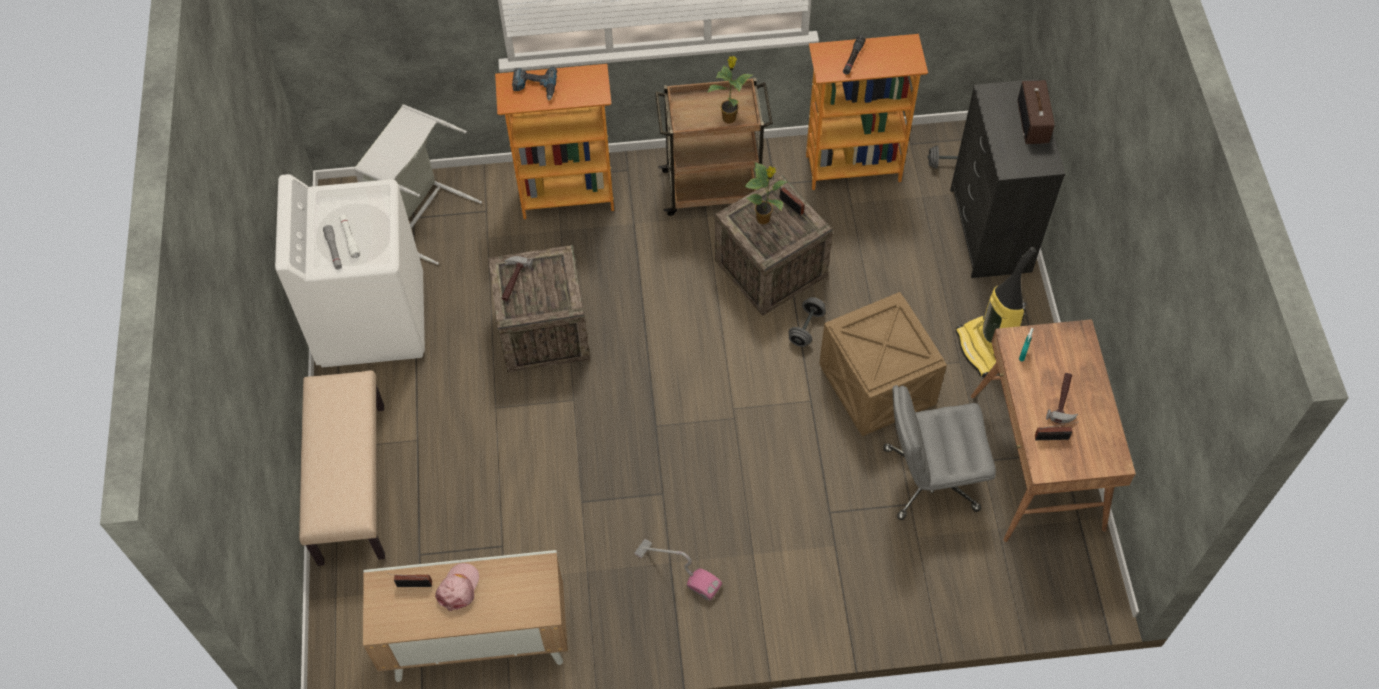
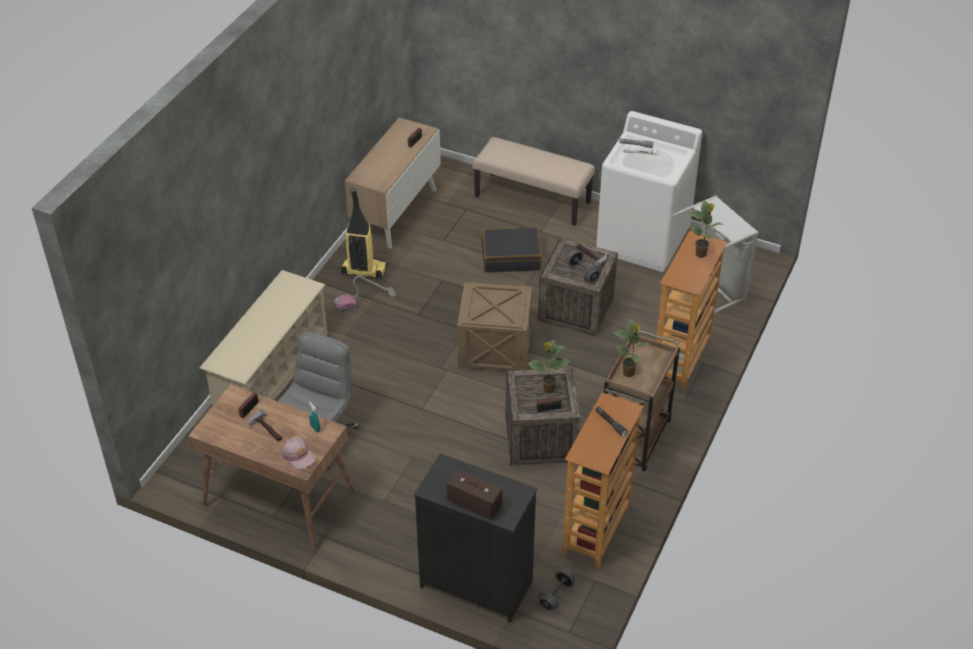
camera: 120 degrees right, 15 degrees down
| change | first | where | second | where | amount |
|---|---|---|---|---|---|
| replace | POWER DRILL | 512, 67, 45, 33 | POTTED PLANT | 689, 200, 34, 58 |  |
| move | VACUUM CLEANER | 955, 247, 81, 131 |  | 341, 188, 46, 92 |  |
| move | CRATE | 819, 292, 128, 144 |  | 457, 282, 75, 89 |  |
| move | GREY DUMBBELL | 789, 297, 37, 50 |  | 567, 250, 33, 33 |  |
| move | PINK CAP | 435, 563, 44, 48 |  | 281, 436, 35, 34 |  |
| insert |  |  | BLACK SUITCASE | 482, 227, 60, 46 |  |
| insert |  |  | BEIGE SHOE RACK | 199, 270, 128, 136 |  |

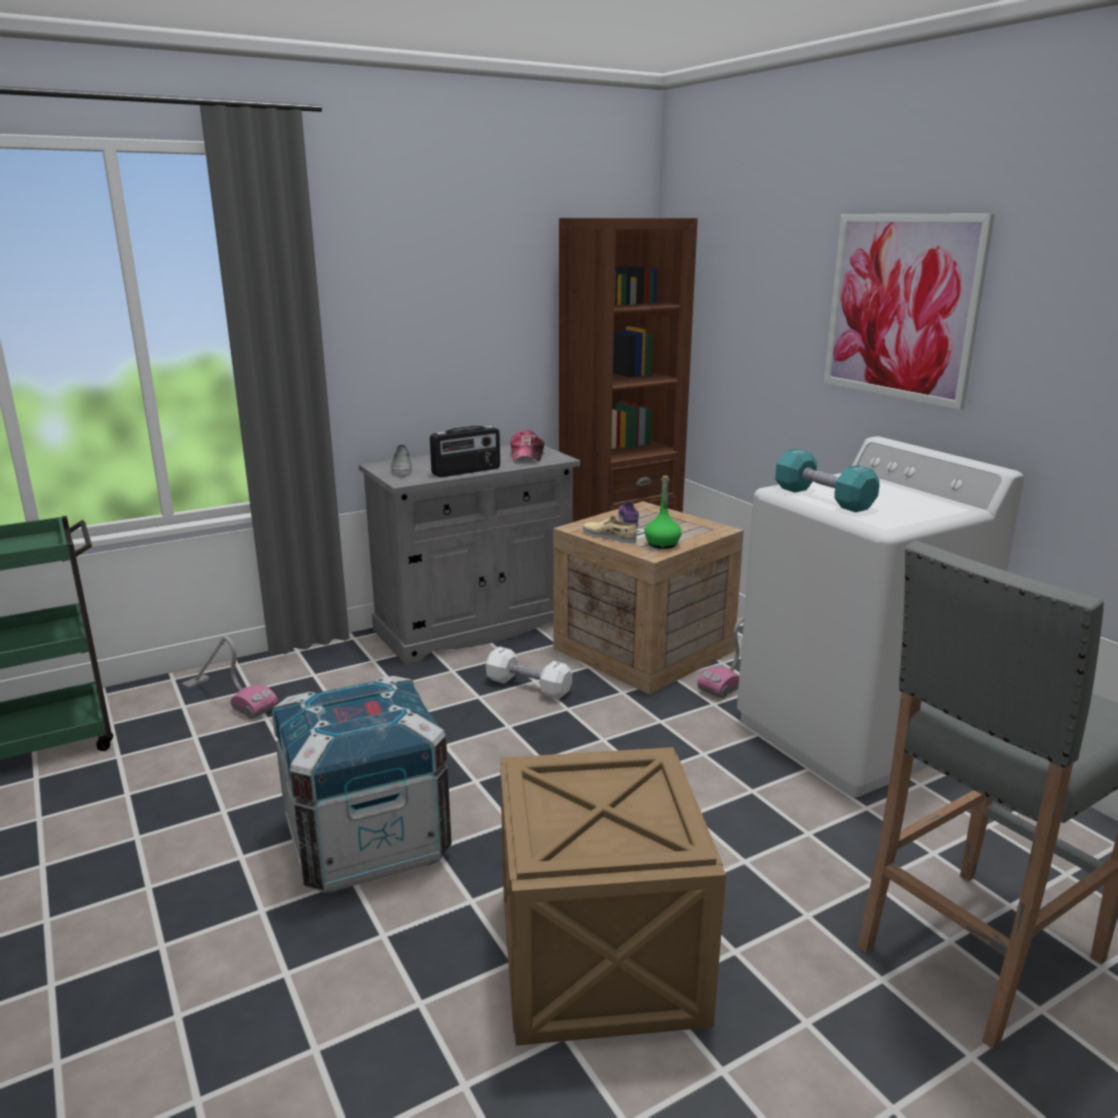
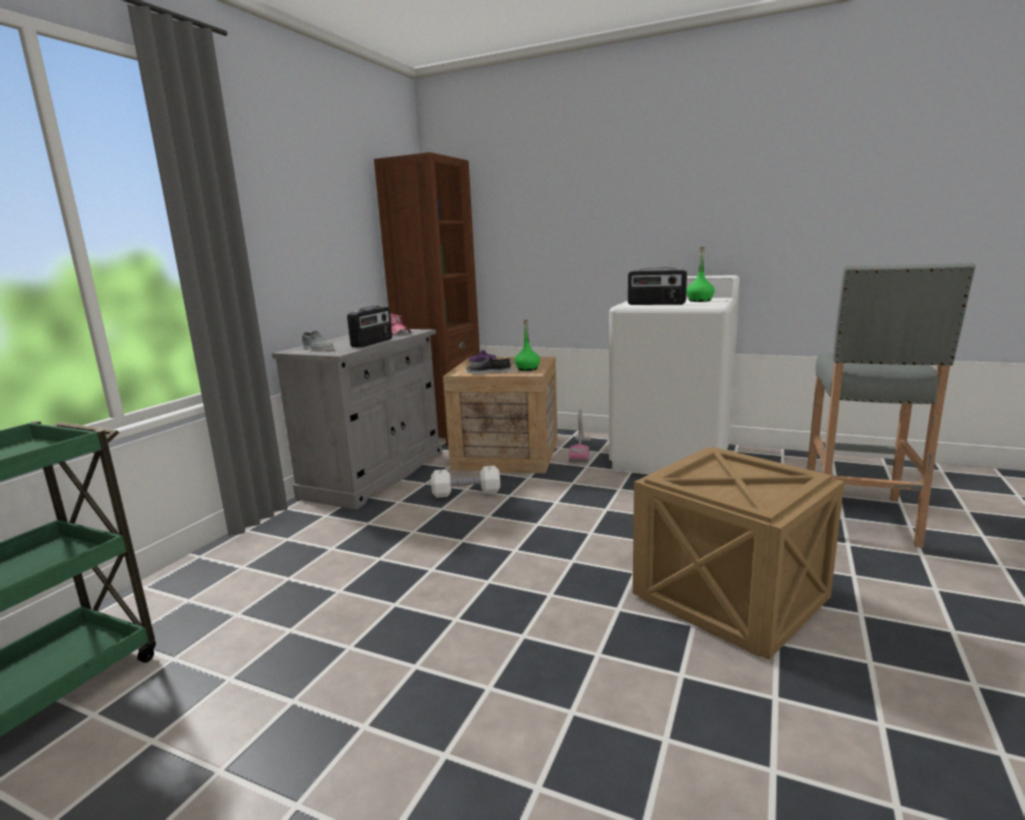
camera: 35 degrees left, 5 degrees down
| change | first | where | second | where | amount |
|---|---|---|---|---|---|
| delete | PICTURE | 824, 213, 171, 197 |  |  |  |
| replace | TURQUOISE DUMBBELL | 775, 449, 105, 63 | RADIO | 628, 268, 59, 37 |  |
| recolor | BEIGE SHOE | 583, 516, 54, 27 | BLACK SHOE | 466, 356, 45, 18 |  |
| delete | VACUUM CLEANER | 182, 636, 96, 83 |  |  |  |
| delete | CRATE | 272, 676, 180, 217 |  |  |  |
| insert |  |  | GREEN BOTTLE | 686, 247, 29, 55 |  |

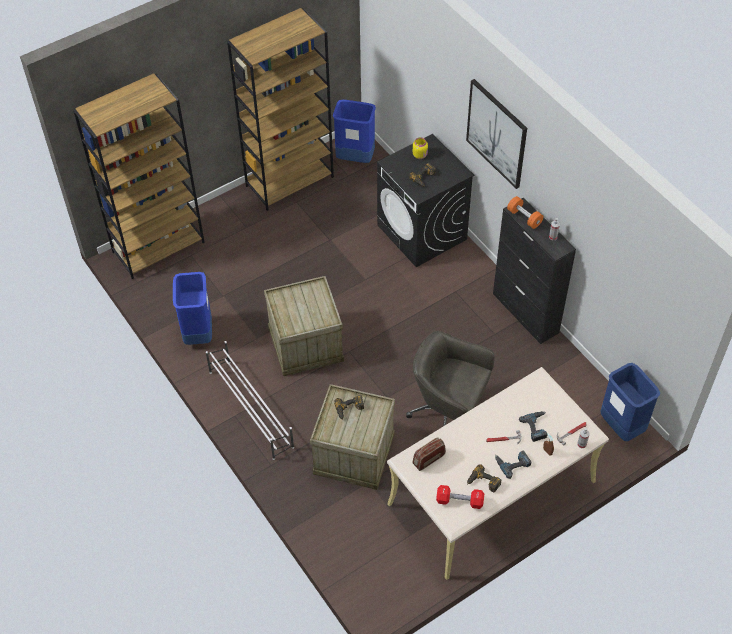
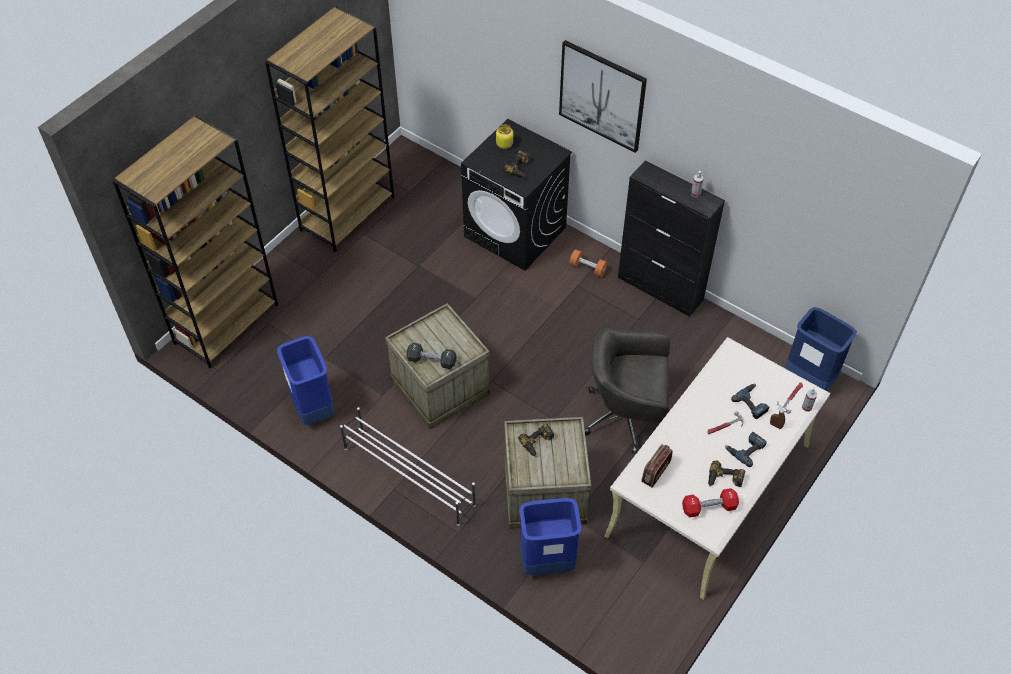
camera: 20 degrees left, 0 degrees up
| change | first | where | second | where | amount |
|---|---|---|---|---|---|
| move | BLUE TRASH CAN | 333, 100, 43, 63 |  | 519, 498, 63, 77 |  |
| move | ORANGE DUMBBELL | 507, 196, 36, 33 |  | 569, 249, 39, 28 |  |
| insert |  |  | BLACK DUMBBELL | 406, 343, 50, 26 |  |

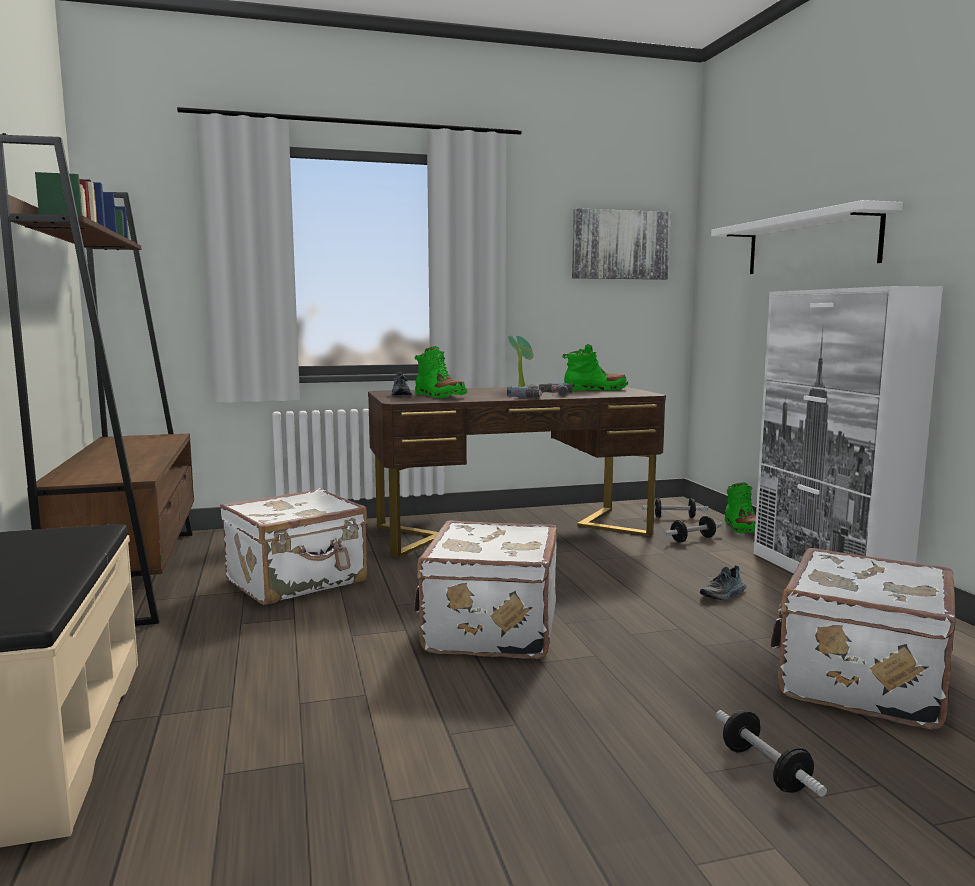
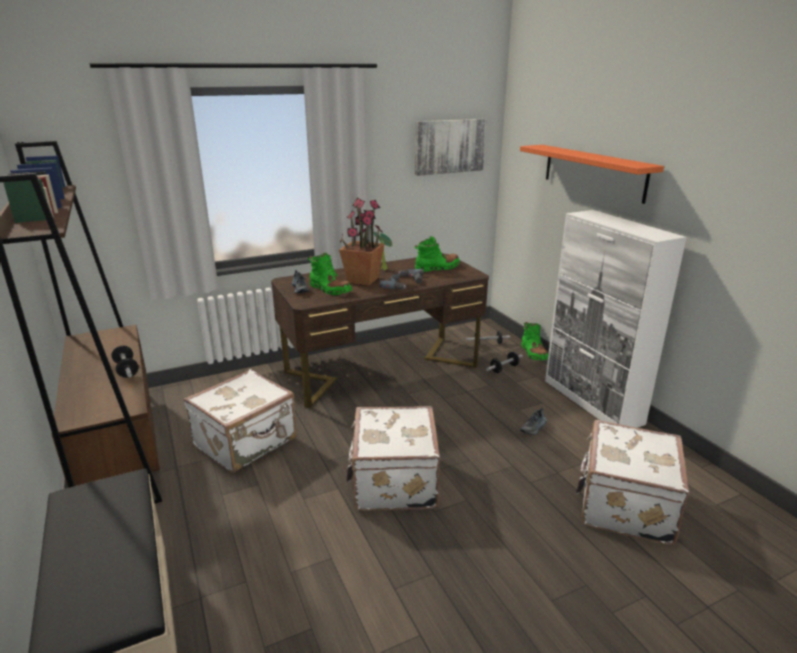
camera: 10 degrees left, 15 degrees up
| change | first | where | second | where | amount |
|---|---|---|---|---|---|
| recolor | WHITE SHELF | 711, 200, 192, 74 | ORANGE SHELF | 520, 145, 144, 59 |  |
| move | DUMBBELL | 716, 710, 111, 87 |  | 111, 346, 27, 32 |  |
| insert |  |  | POTTED PLANT | 339, 198, 45, 88 |  |

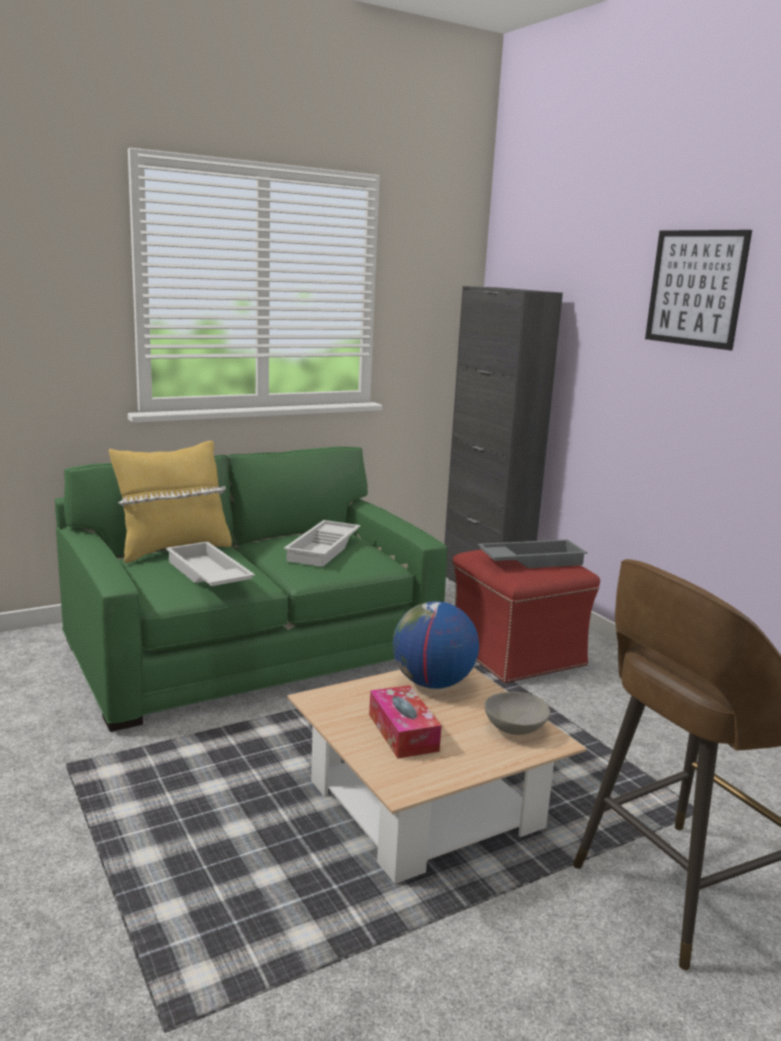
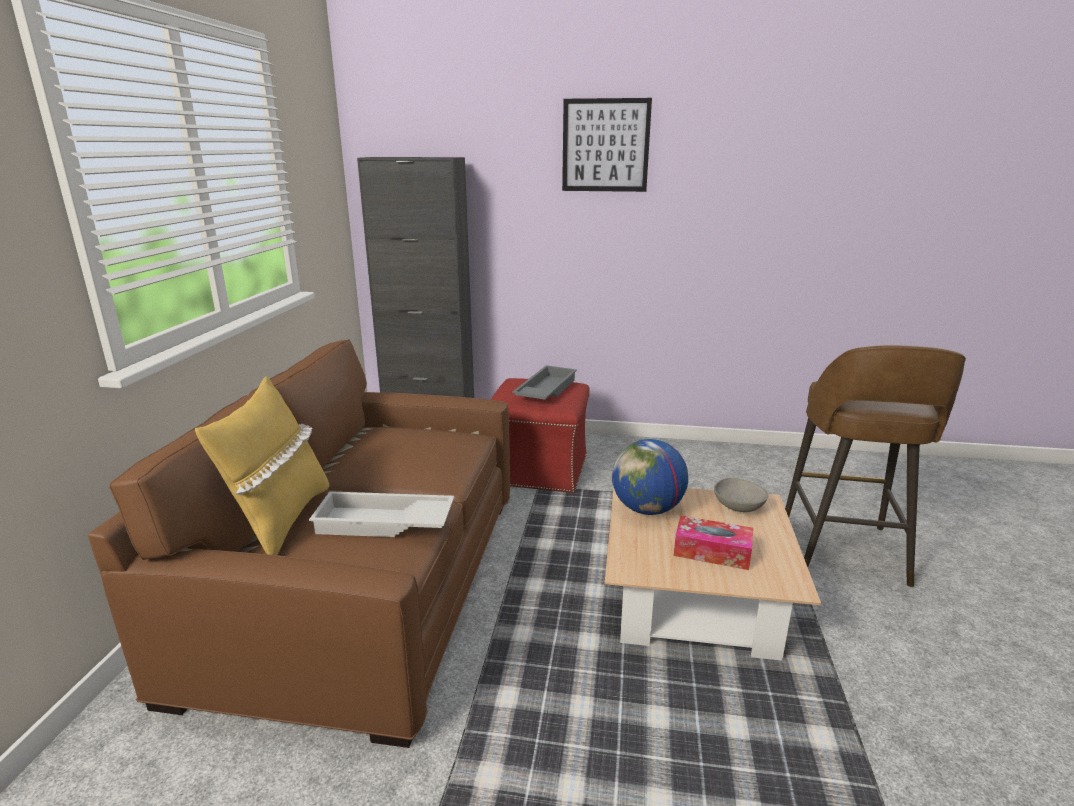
camera: 50 degrees left, 5 degrees up
| change | first | where | second | where | amount |
|---|---|---|---|---|---|
| recolor | GREEN SOFA | 55, 447, 392, 285 | BROWN SOFA | 88, 339, 422, 409 |  |
| delete | WHITE TRAY | 284, 520, 76, 47 |  |  |  |

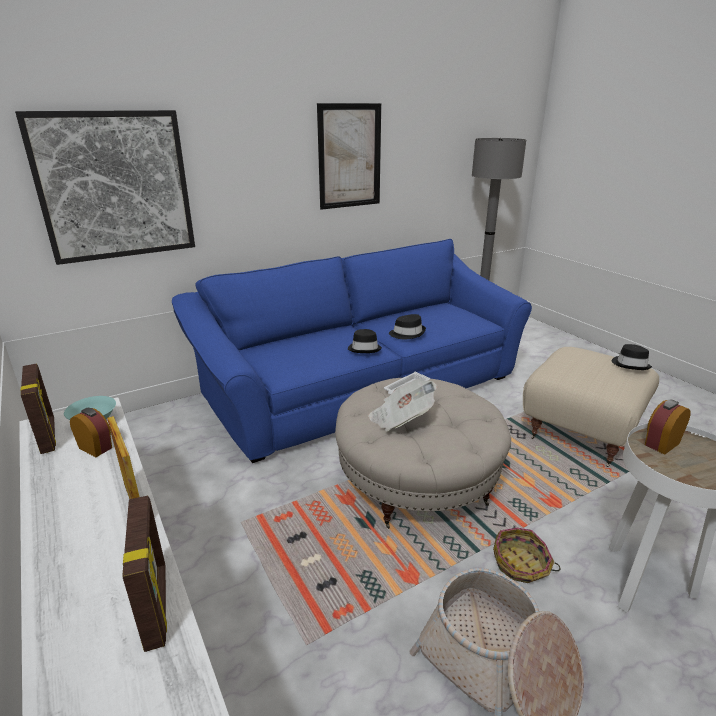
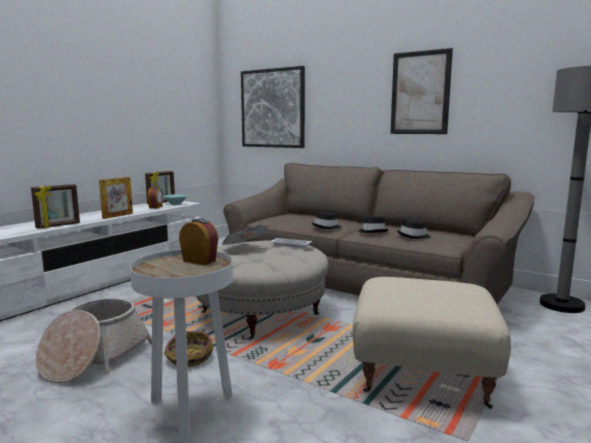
camera: 65 degrees right, 15 degrees down
| change | first | where | second | where | amount |
|---|---|---|---|---|---|
| recolor | BLUE SOFA | 172, 239, 360, 224 | BROWN SOFA | 223, 163, 312, 141 |  |
| move | BLACK HAT | 612, 344, 40, 26 |  | 397, 218, 34, 21 |  |

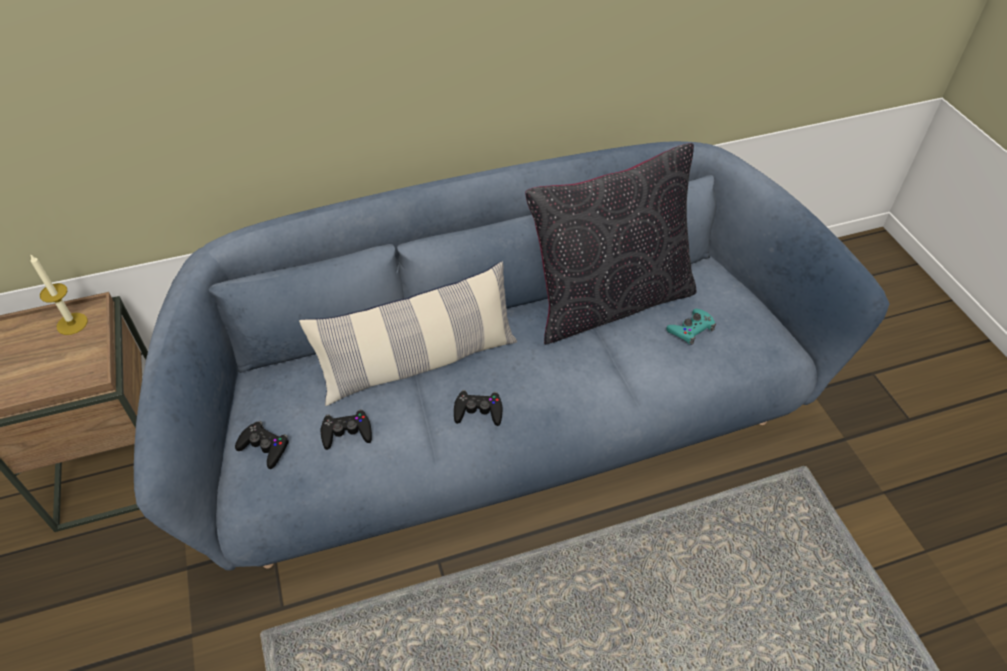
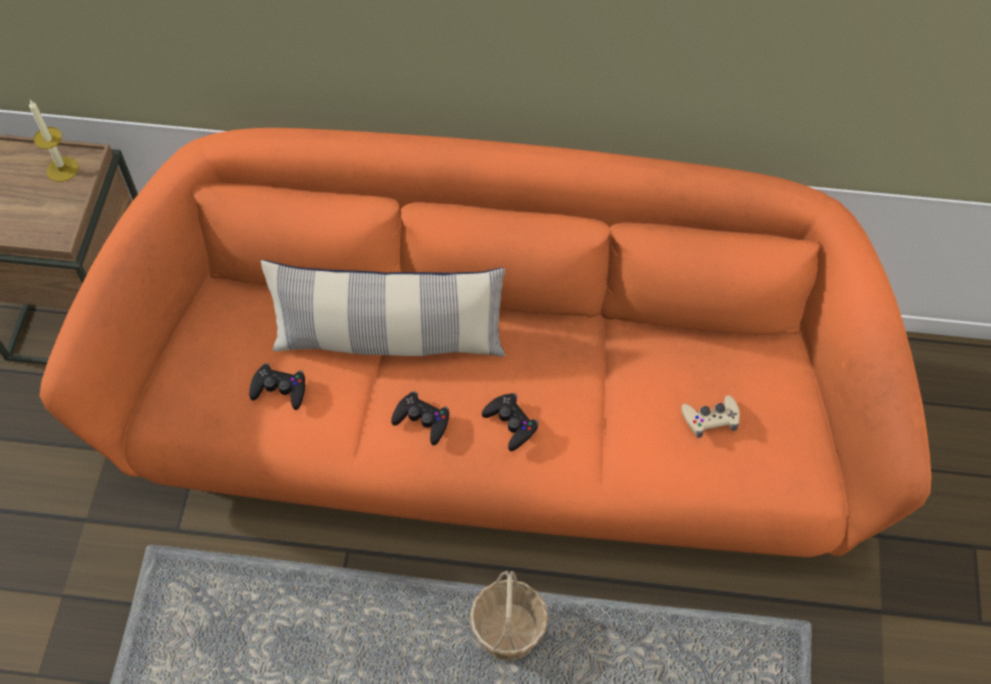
camera: 25 degrees right, 10 degrees up
| change | first | where | second | where | amount |
|---|---|---|---|---|---|
| recolor | BLUE SOFA | 134, 141, 755, 429 | ORANGE SOFA | 39, 128, 892, 429 |  |
| delete | BLACK PILLOW | 525, 143, 172, 202 |  |  |  |
| recolor | TURQUOISE GAME CONTROLLER | 666, 309, 50, 36 | BEIGE GAME CONTROLLER | 681, 395, 59, 43 |  |
| move | BLACK GAME CONTROLLER | 235, 421, 54, 48 |  | 482, 393, 57, 58 |  |
| insert |  |  | BASKET | 469, 571, 79, 90 |  |

